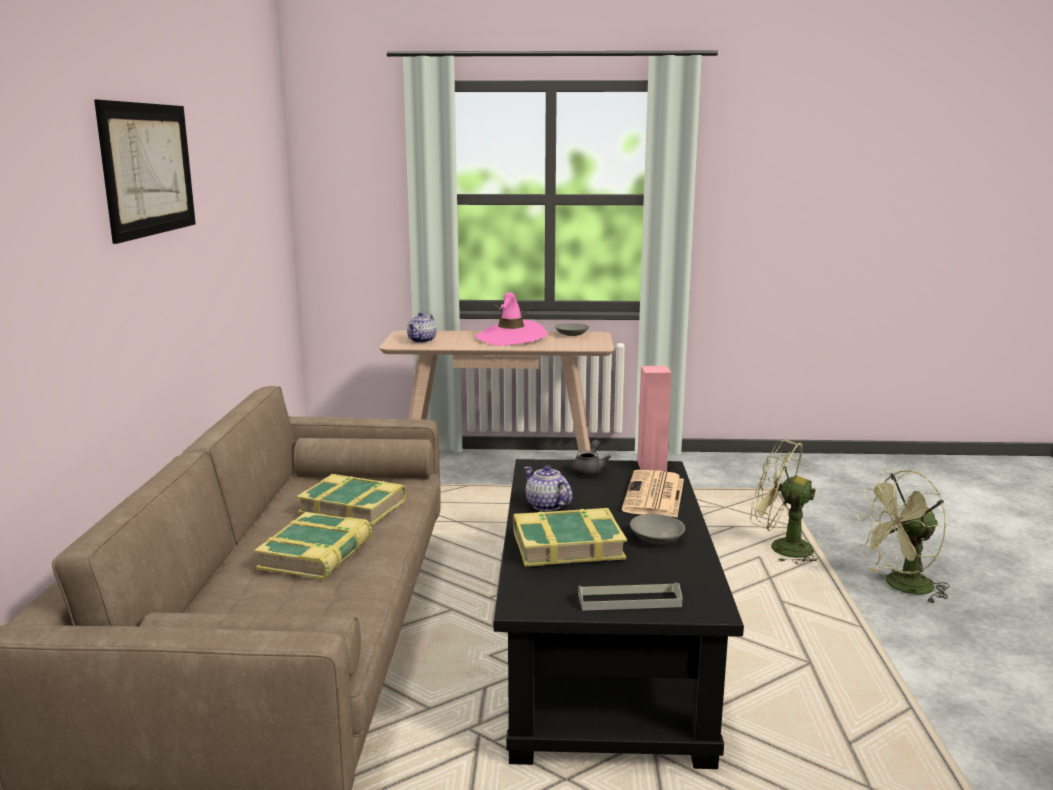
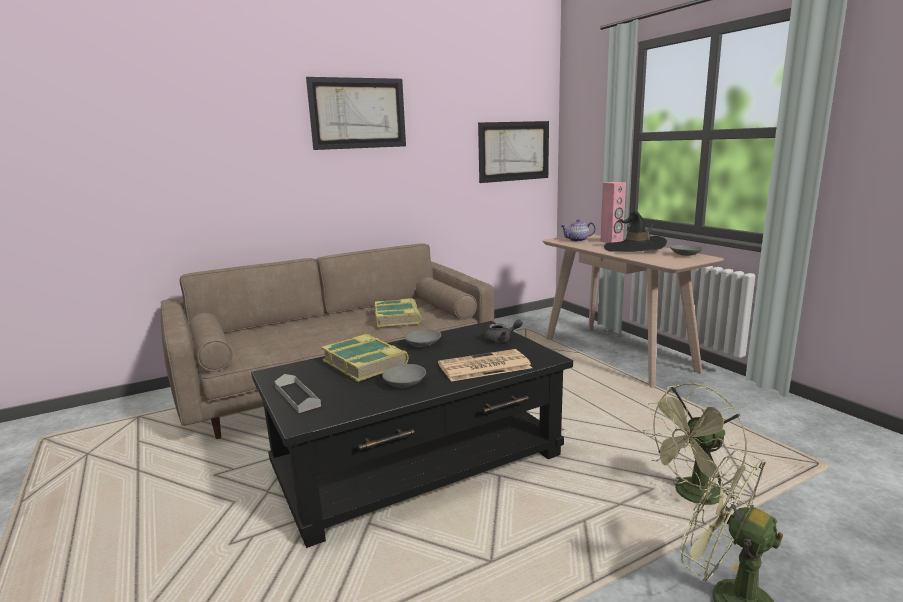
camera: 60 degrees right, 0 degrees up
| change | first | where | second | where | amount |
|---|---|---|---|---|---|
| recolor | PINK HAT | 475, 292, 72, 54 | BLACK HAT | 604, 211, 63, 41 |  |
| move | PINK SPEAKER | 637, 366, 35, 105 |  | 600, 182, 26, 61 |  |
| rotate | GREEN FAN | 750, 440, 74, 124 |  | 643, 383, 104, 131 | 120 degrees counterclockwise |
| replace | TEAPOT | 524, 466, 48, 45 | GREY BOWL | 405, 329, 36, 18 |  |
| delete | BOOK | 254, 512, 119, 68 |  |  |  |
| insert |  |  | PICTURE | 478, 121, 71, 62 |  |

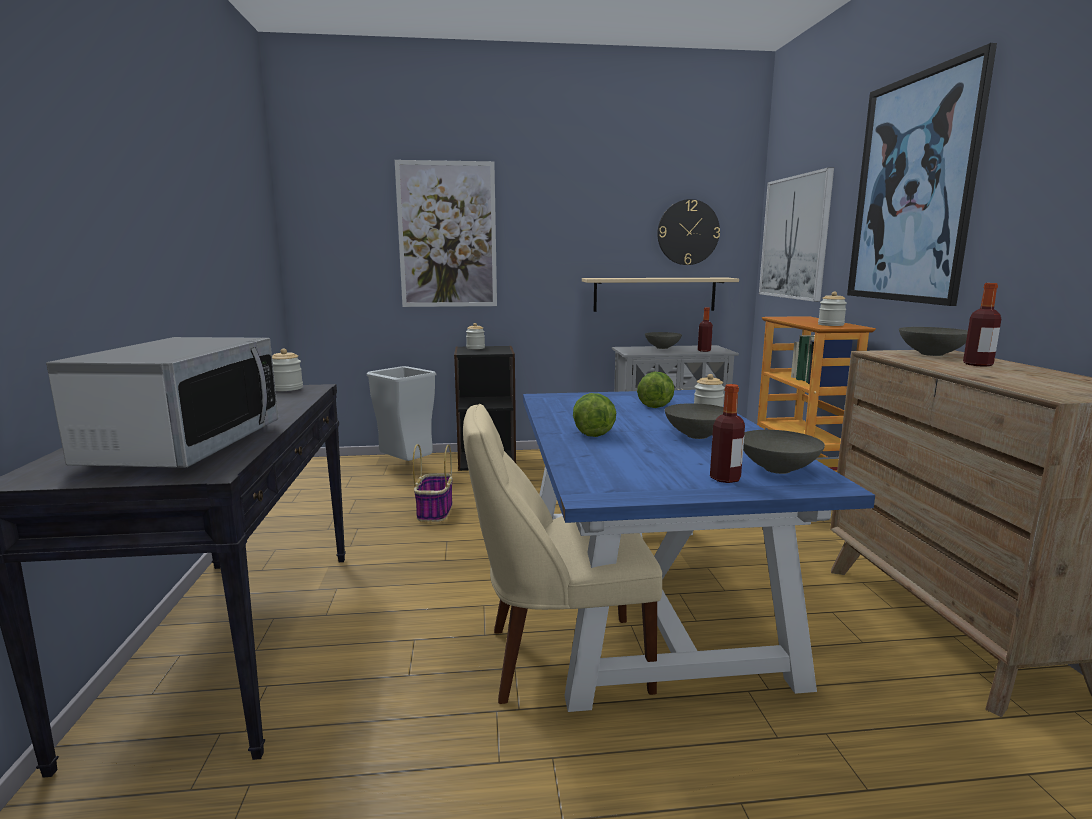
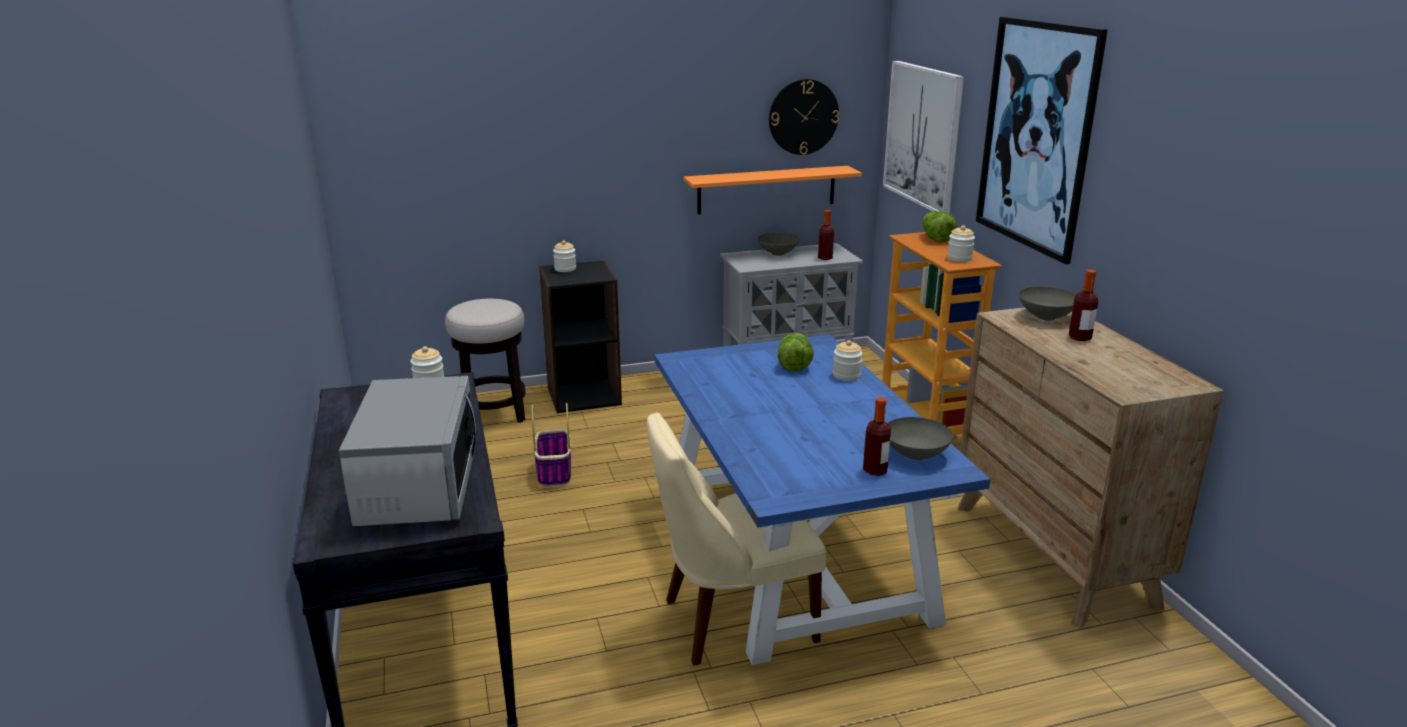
camera: 10 degrees left, 10 degrees up
| change | first | where | second | where | amount |
|---|---|---|---|---|---|
| delete | PICTURE | 395, 160, 102, 147 |  |  |  |
| recolor | BEIGE SHELF | 582, 278, 157, 34 | ORANGE SHELF | 683, 166, 179, 48 |  |
| replace | GREY TRASH CAN | 367, 366, 69, 95 | STOOL | 445, 299, 80, 124 |  |
| move | LETTUCE | 573, 393, 43, 44 |  | 923, 211, 34, 32 |  |
| delete | GREY BOWL | 664, 403, 60, 36 |  |  |  |

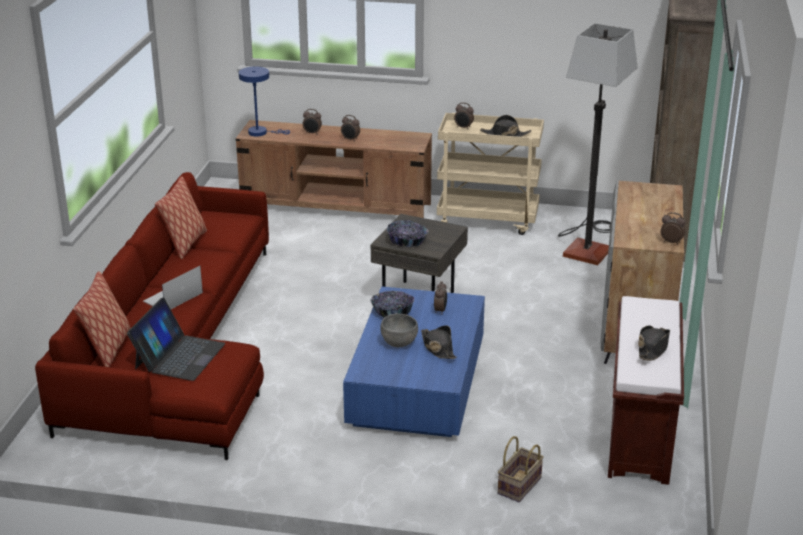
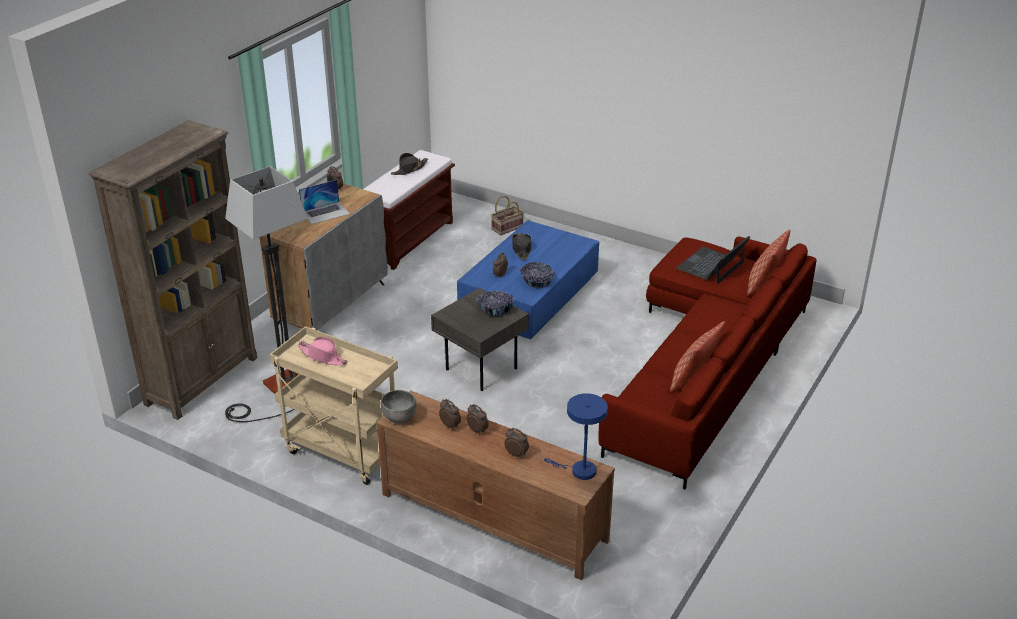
camera: 160 degrees left, 5 degrees up
| change | first | where | second | where | amount |
|---|---|---|---|---|---|
| move | ALARM CLOCK | 454, 102, 20, 27 |  | 439, 399, 22, 31 |  |
| recolor | BLACK HAT | 480, 115, 51, 22 | PINK HAT | 298, 337, 49, 28 |  |
| move | LAPTOP | 143, 266, 60, 43 |  | 299, 180, 51, 44 |  |
| move | GREY BOWL | 380, 314, 38, 33 |  | 381, 390, 36, 34 |  |

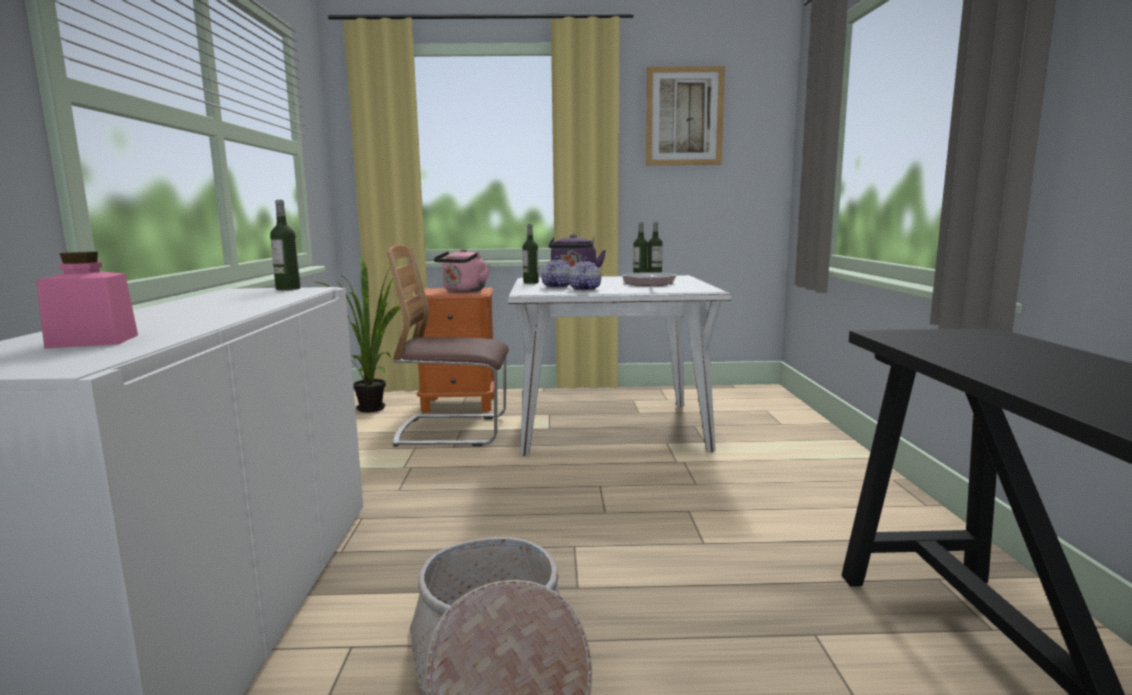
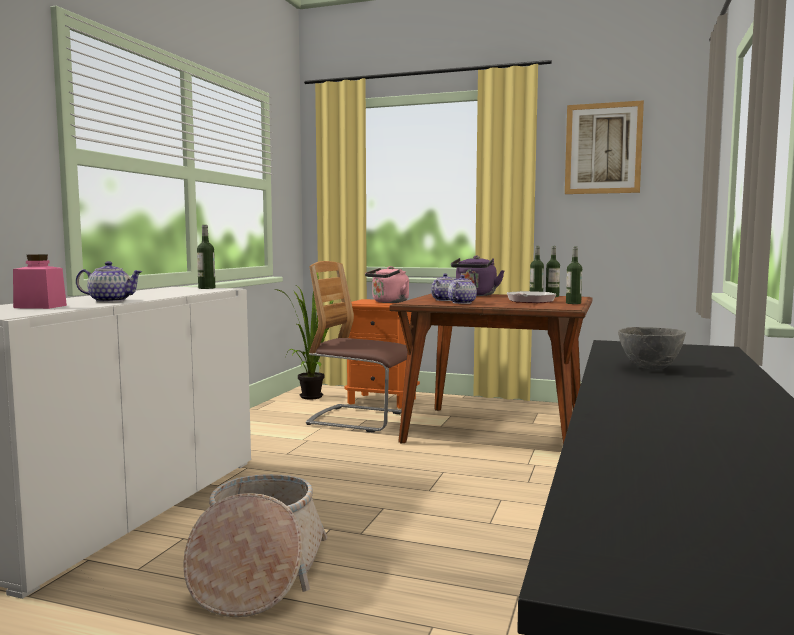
camera: 20 degrees right, 5 degrees down
| change | first | where | second | where | amount |
|---|---|---|---|---|---|
| move | BOTTLE | 523, 224, 16, 60 |  | 566, 247, 16, 57 |  |
| recolor | WHITE DINING TABLE | 508, 275, 224, 181 | BROWN DINING TABLE | 390, 293, 202, 151 |  |
| insert |  |  | TEAPOT | 76, 261, 67, 41 |  |
| insert |  |  | GREY BOWL | 618, 327, 68, 43 |  |

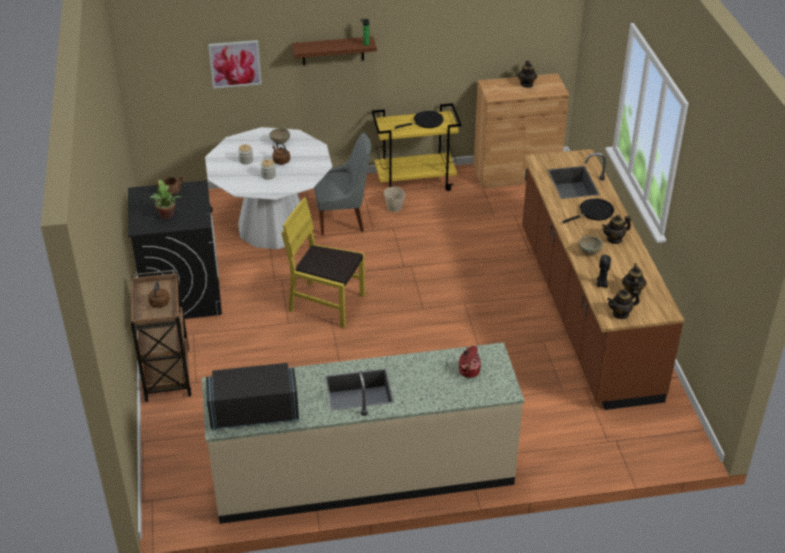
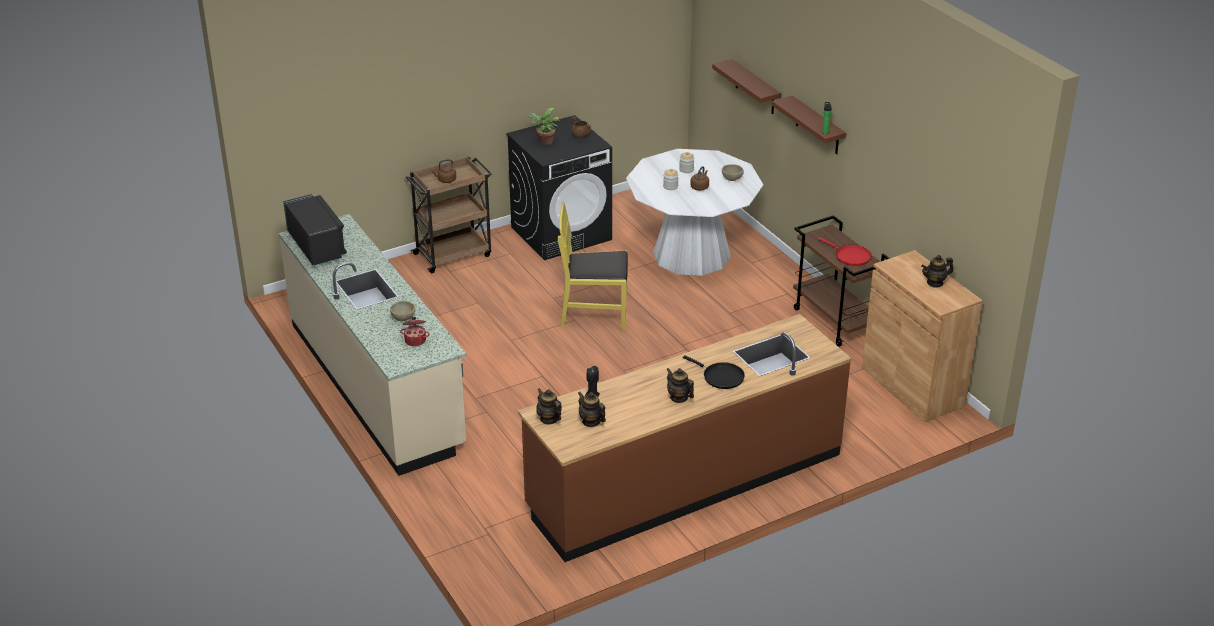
camera: 70 degrees right, 5 degrees down
| change | first | where | second | where | amount |
|---|---|---|---|---|---|
| replace | PICTURE | 208, 40, 54, 49 | BROWN SHELF | 712, 59, 69, 55 |  |
| recolor | YELLOW CART | 372, 103, 89, 88 | BROWN CART | 793, 215, 97, 132 |  |
| recolor | BLACK FRYING PAN | 395, 111, 49, 18 | RED FRYING PAN | 818, 238, 54, 28 |  |
| delete | GREY CHAIR | 314, 132, 57, 103 |  |  |  |
| delete | BEIGE BUCKET | 384, 182, 22, 30 |  |  |  |
| rotate | YELLOW CHAIR | 282, 197, 83, 131 |  | 558, 203, 70, 127 | 90 degrees counterclockwise |
| move | BEIGE BOWL | 579, 236, 24, 19 |  | 390, 301, 25, 21 |  |
| rotate | TEAPOT | 622, 263, 25, 33 |  | 578, 392, 28, 35 | 120 degrees counterclockwise |

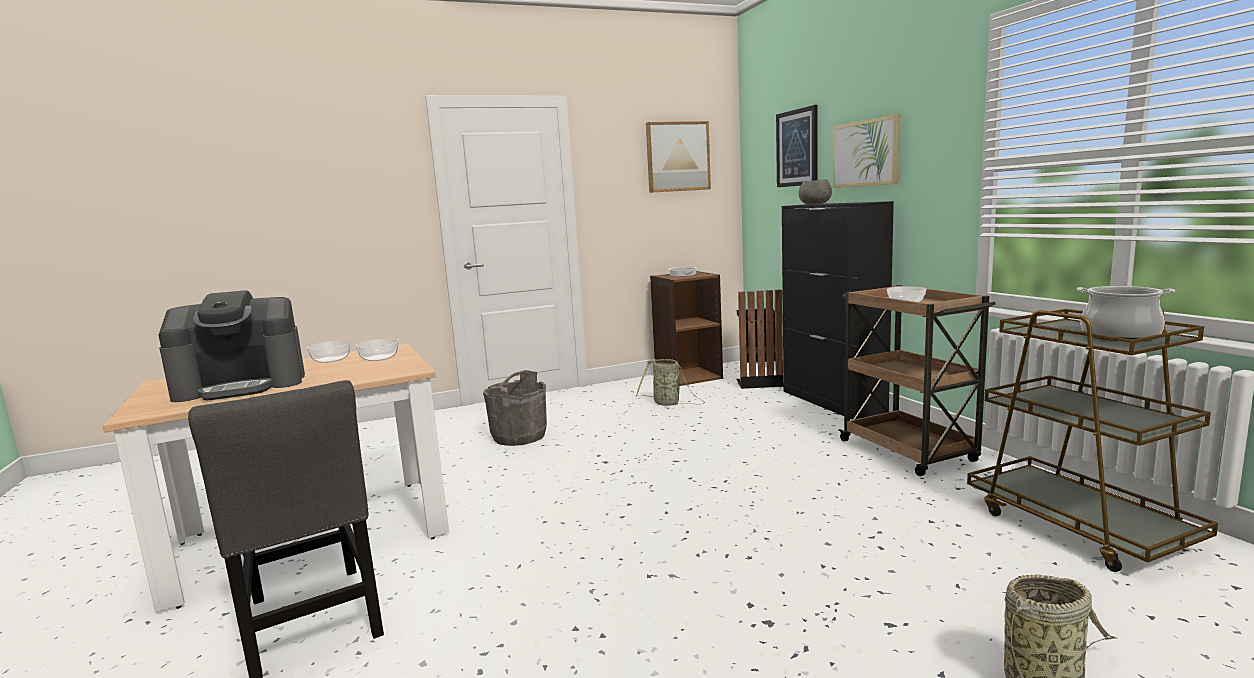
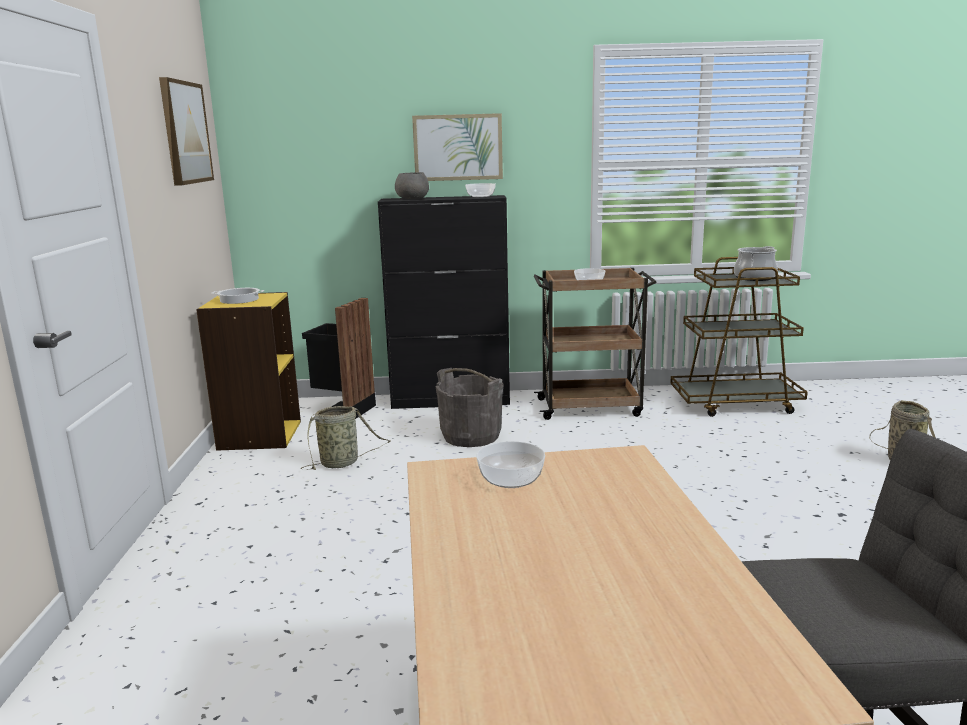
camera: 70 degrees left, 5 degrees up
| change | first | where | second | where | amount |
|---|---|---|---|---|---|
| delete | PICTURE | 776, 105, 42, 82 |  |  |  |
| recolor | BROWN BOOKCASE | 650, 271, 73, 115 | YELLOW BOOKCASE | 196, 292, 105, 159 |  |
| delete | COFFEE MACHINE | 158, 290, 147, 112 |  |  |  |
| move | BOWL | 307, 340, 43, 23 |  | 465, 183, 31, 14 |  |
| move | GREY BUCKET | 483, 370, 64, 76 |  | 436, 368, 67, 79 |  |

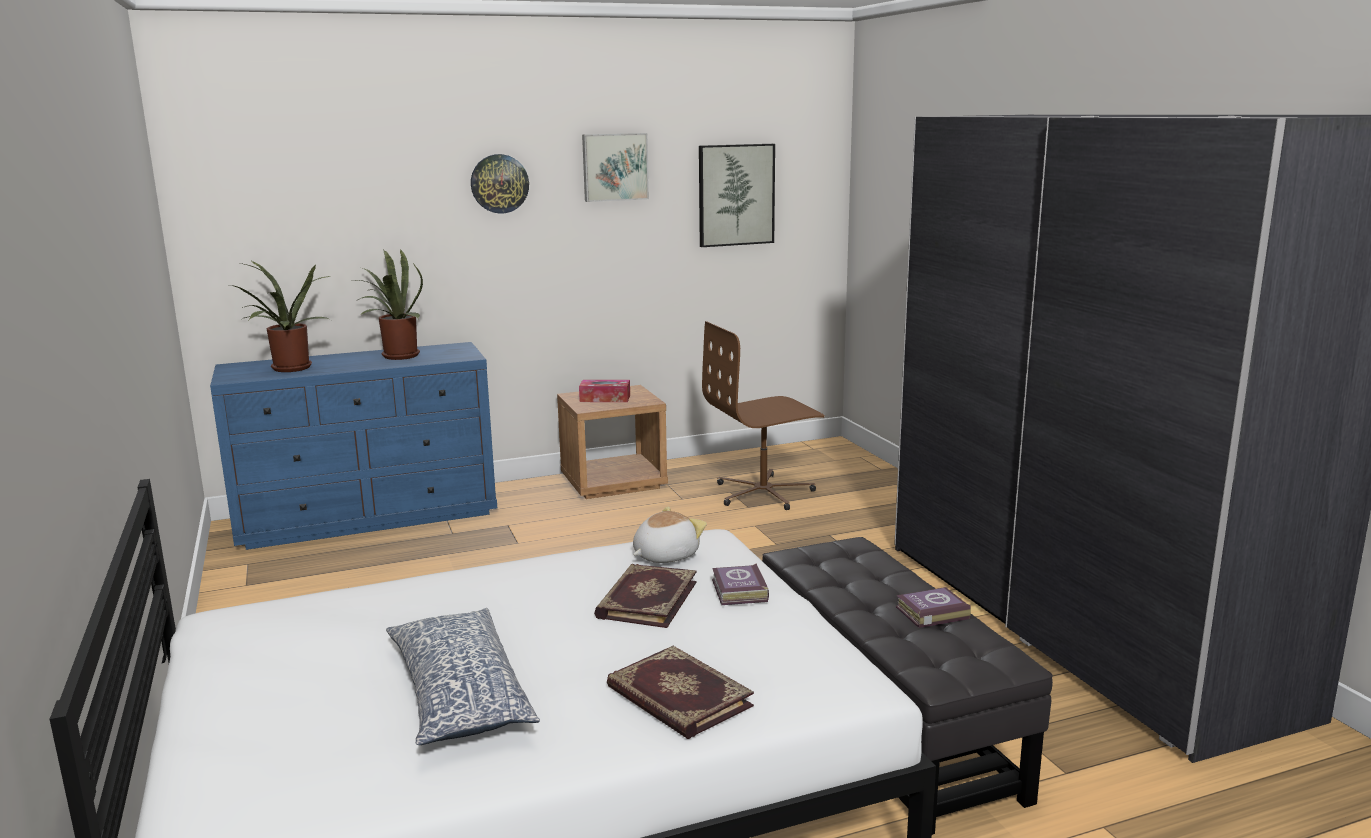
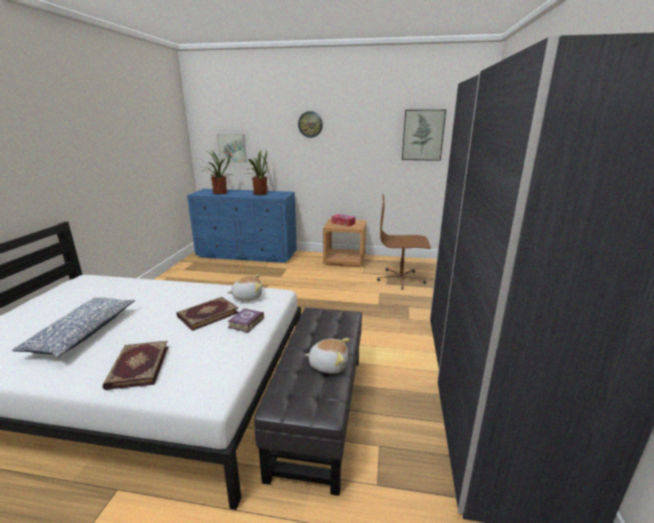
camera: 30 degrees right, 5 degrees up
| change | first | where | second | where | amount |
|---|---|---|---|---|---|
| move | PICTURE | 582, 133, 67, 69 |  | 217, 134, 30, 29 |  |
| replace | BOOK | 896, 587, 75, 41 | PLUSH TOY | 304, 338, 46, 36 |  |

